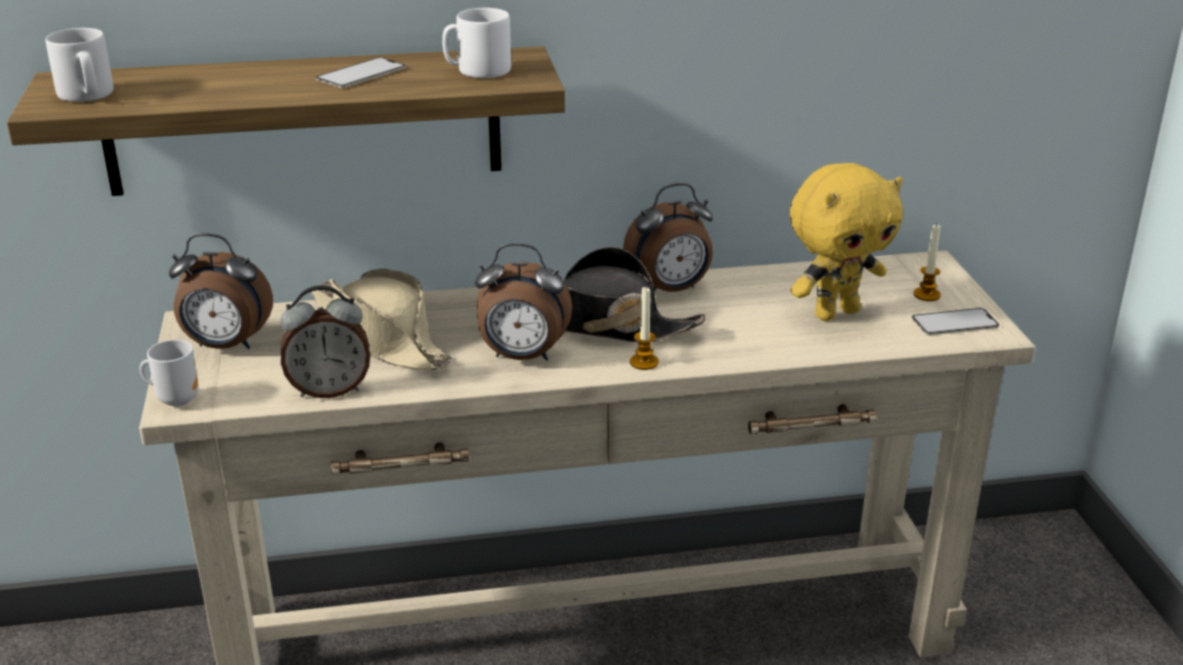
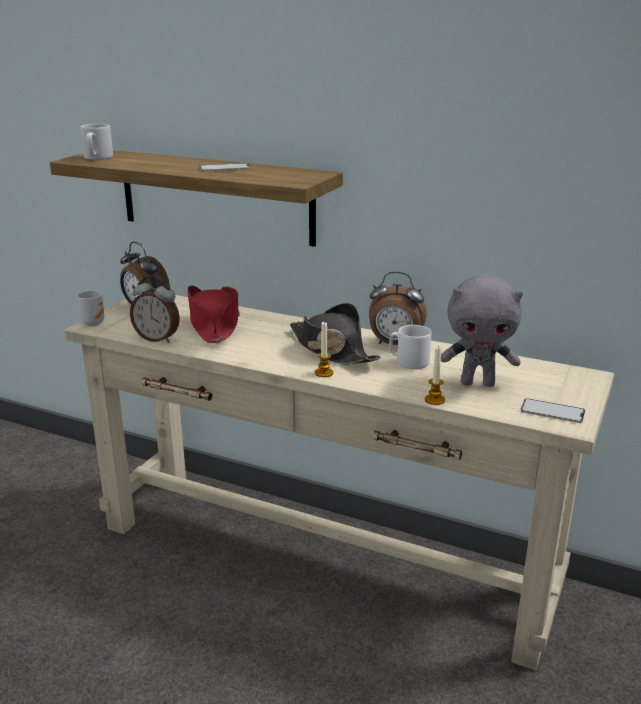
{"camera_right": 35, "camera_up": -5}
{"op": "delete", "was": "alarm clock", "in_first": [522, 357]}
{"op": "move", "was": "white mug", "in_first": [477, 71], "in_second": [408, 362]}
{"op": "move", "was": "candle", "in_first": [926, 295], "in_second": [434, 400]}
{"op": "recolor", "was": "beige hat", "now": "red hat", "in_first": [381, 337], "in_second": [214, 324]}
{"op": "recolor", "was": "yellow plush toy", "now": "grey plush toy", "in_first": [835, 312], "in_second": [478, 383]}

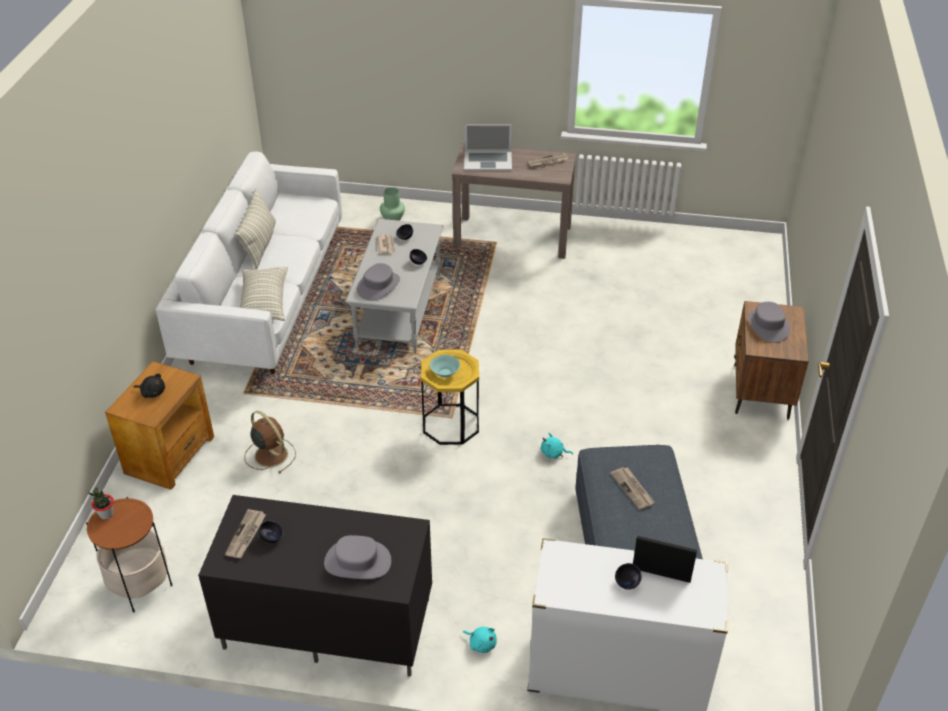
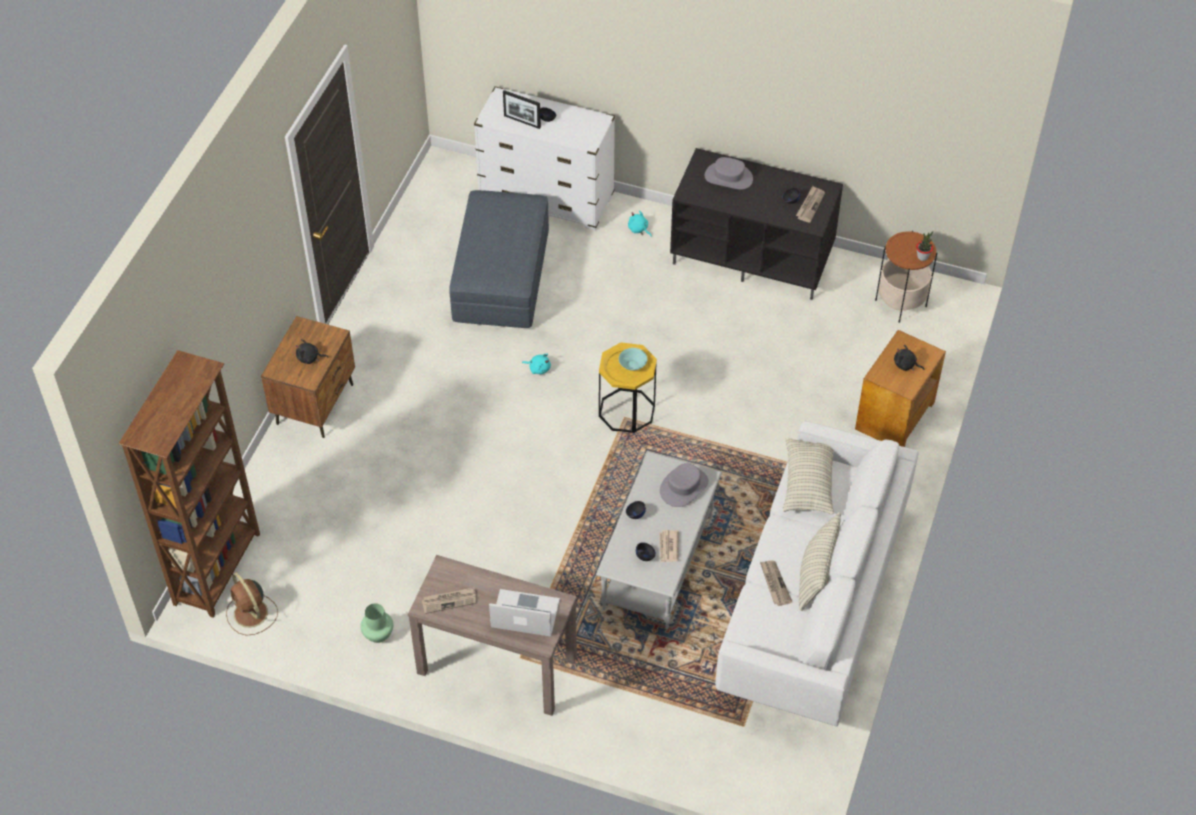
{"camera_right": -170, "camera_up": 10}
{"op": "insert", "now": "brown bookcase", "in_second": [218, 568]}
{"op": "move", "was": "brown fan", "in_first": [270, 454], "in_second": [251, 614]}
{"op": "move", "was": "green vase", "in_first": [392, 219], "in_second": [378, 635]}
{"op": "move", "was": "newspaper", "in_first": [633, 489], "in_second": [774, 583]}
{"op": "replace", "was": "grey hat", "now": "black plush toy", "in_first": [767, 325], "in_second": [309, 358]}

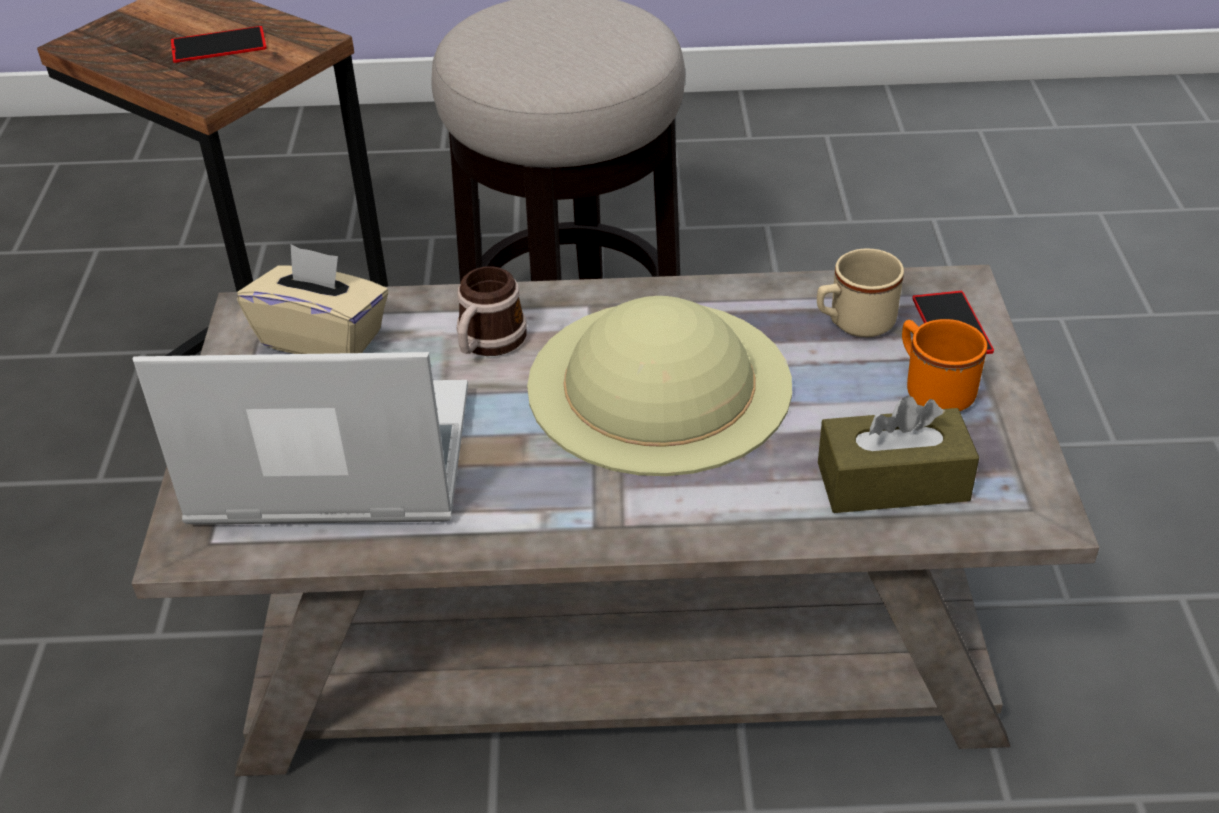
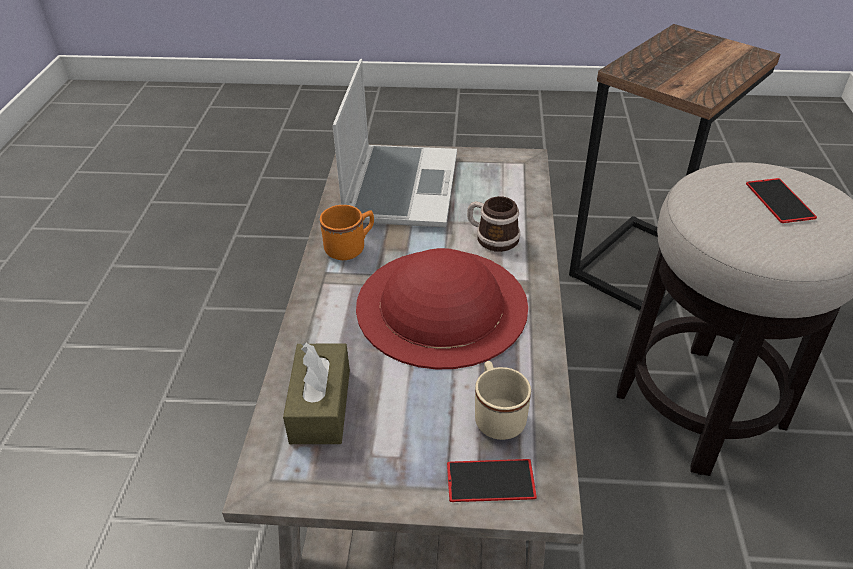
{"camera_right": 95, "camera_up": 0}
{"op": "delete", "was": "beige tissue box", "in_first": [323, 338]}
{"op": "move", "was": "phone", "in_first": [218, 45], "in_second": [779, 200]}
{"op": "move", "was": "orange mug", "in_first": [932, 389], "in_second": [350, 247]}
{"op": "recolor", "was": "beige hat", "now": "red hat", "in_first": [659, 384], "in_second": [441, 305]}

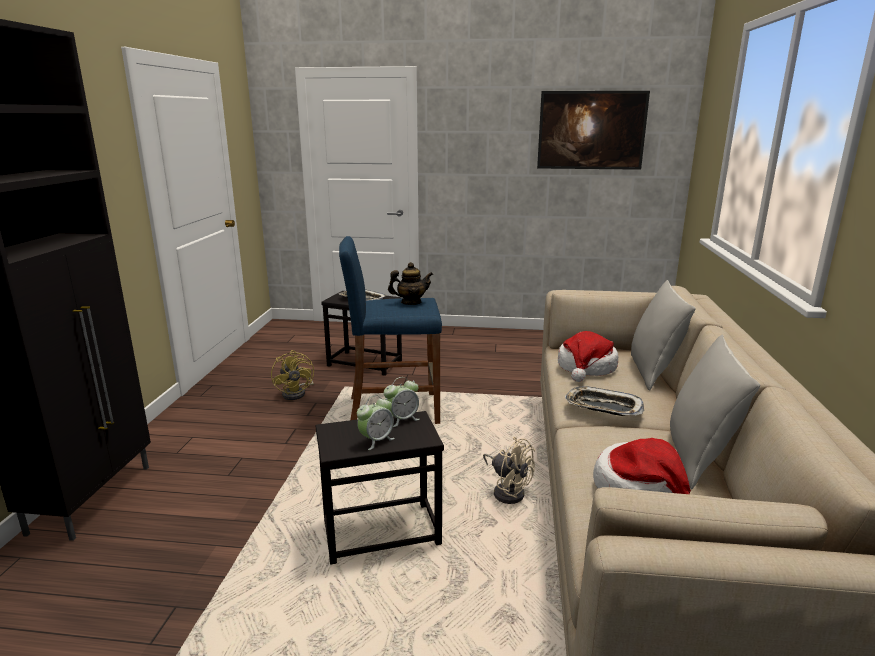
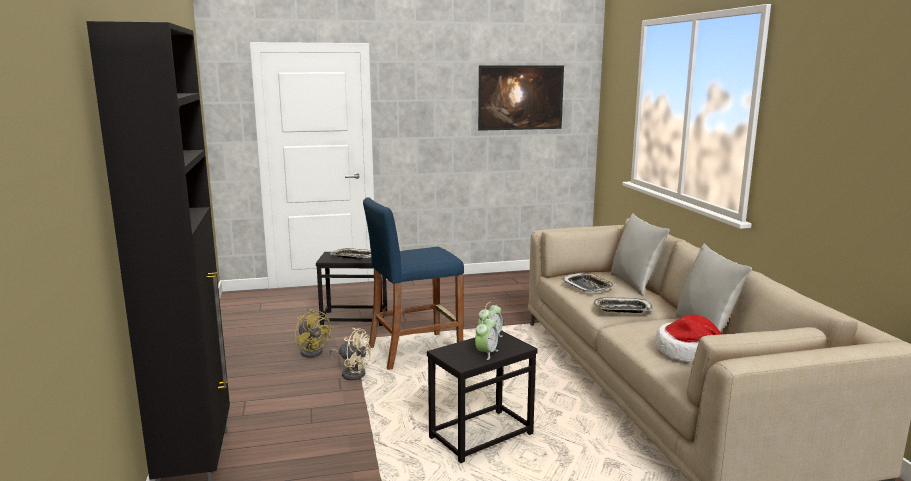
{"camera_right": -20, "camera_up": -5}
{"op": "delete", "was": "teapot", "in_first": [411, 302]}
{"op": "move", "was": "beige fan", "in_first": [507, 491], "in_second": [352, 373]}
{"op": "replace", "was": "hat", "now": "tray", "in_first": [586, 368], "in_second": [587, 286]}

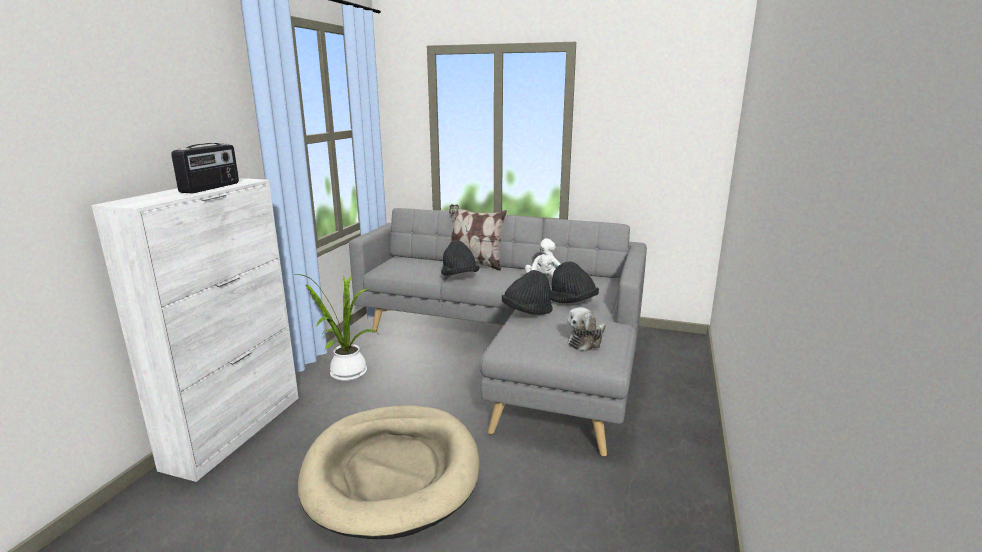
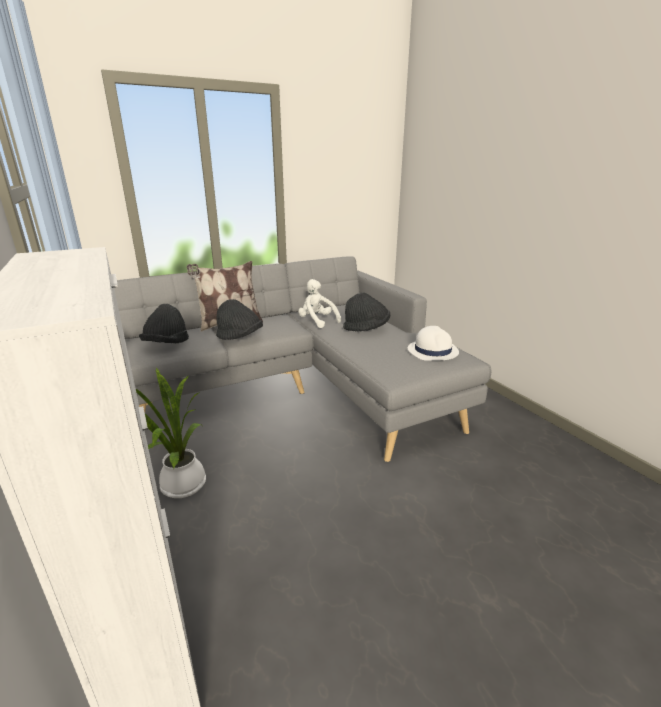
{"camera_right": -45, "camera_up": 5}
{"op": "delete", "was": "radio", "in_first": [211, 188]}
{"op": "delete", "was": "beige dog bed", "in_first": [392, 472]}
{"op": "move", "was": "black hat", "in_first": [527, 312], "in_second": [166, 344]}
{"op": "replace", "was": "plush toy", "now": "white hat", "in_first": [586, 341], "in_second": [432, 351]}

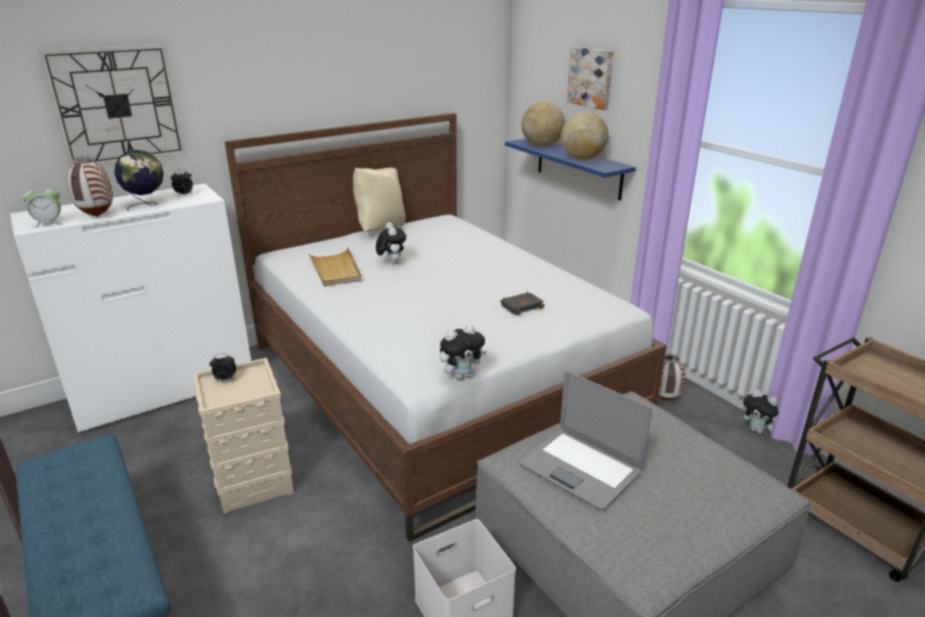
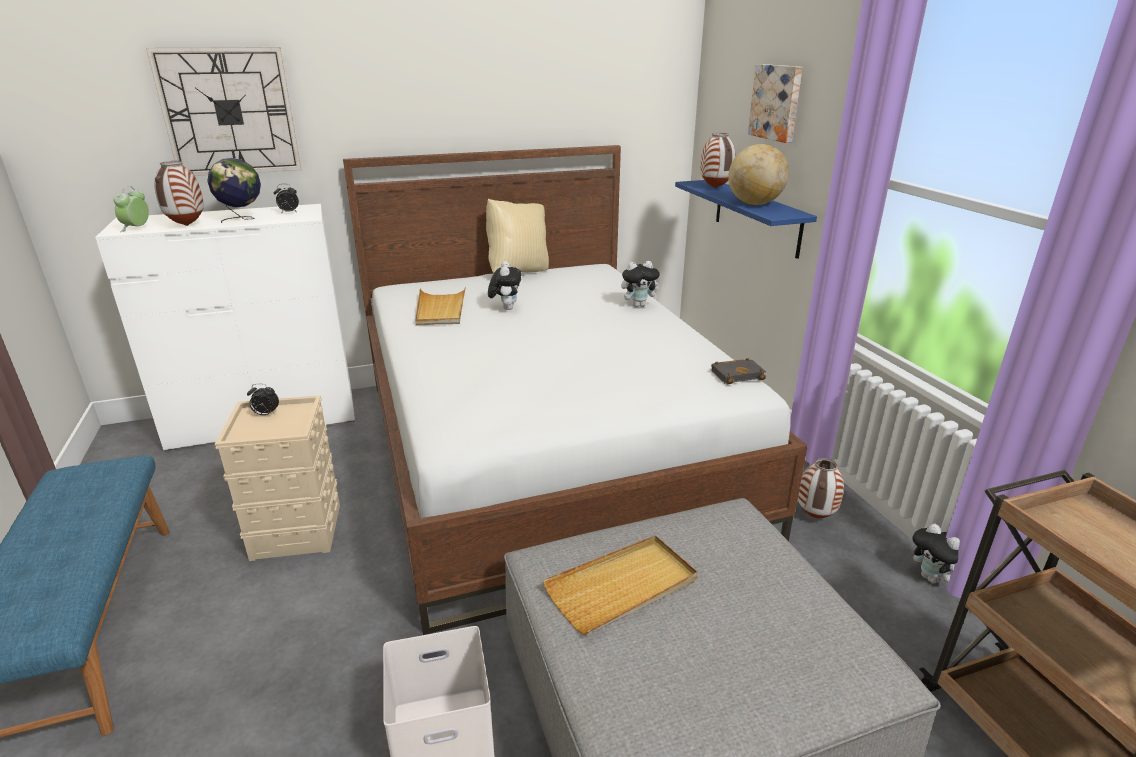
{"camera_right": 15, "camera_up": 0}
{"op": "move", "was": "plush toy", "in_first": [461, 375], "in_second": [639, 305]}
{"op": "move", "was": "black book", "in_first": [522, 306], "in_second": [737, 374]}
{"op": "replace", "was": "laptop", "now": "beige tray", "in_first": [580, 468], "in_second": [622, 587]}
{"op": "replace", "was": "globe", "now": "vase", "in_first": [542, 146], "in_second": [715, 188]}
{"op": "rotate", "was": "alarm clock", "in_first": [49, 223], "in_second": [137, 228], "clockwise": 105}

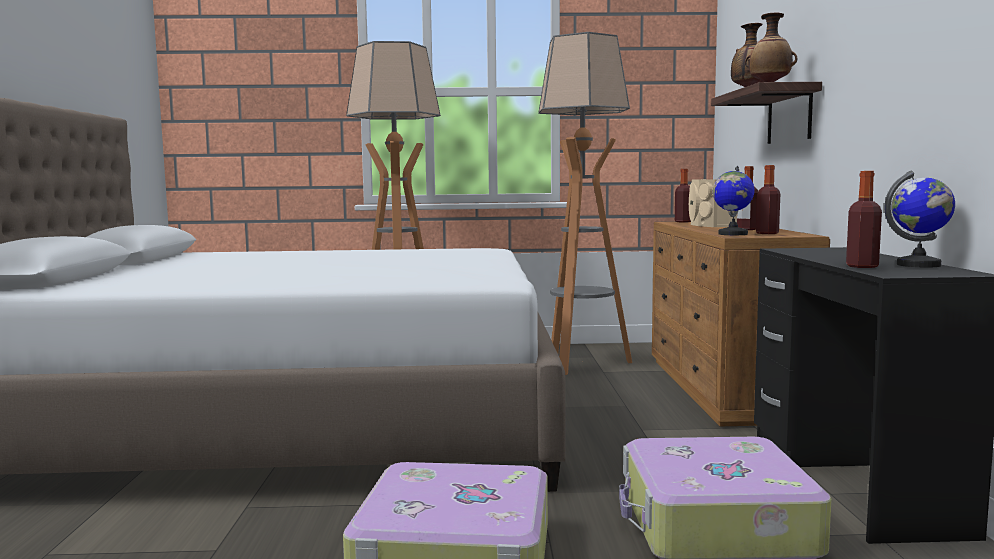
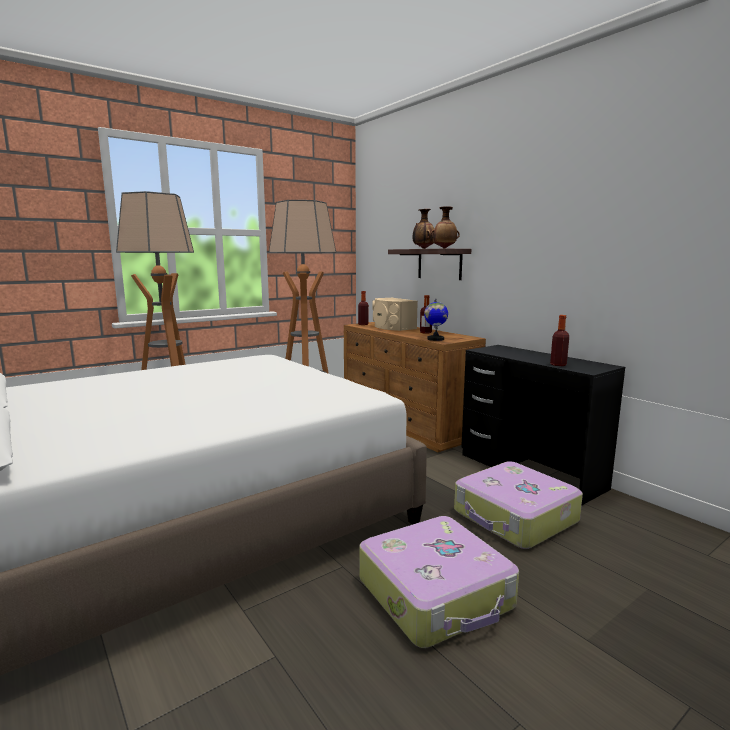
{"camera_right": -35, "camera_up": 5}
{"op": "delete", "was": "bottle", "in_first": [767, 233]}
{"op": "delete", "was": "globe", "in_first": [919, 265]}

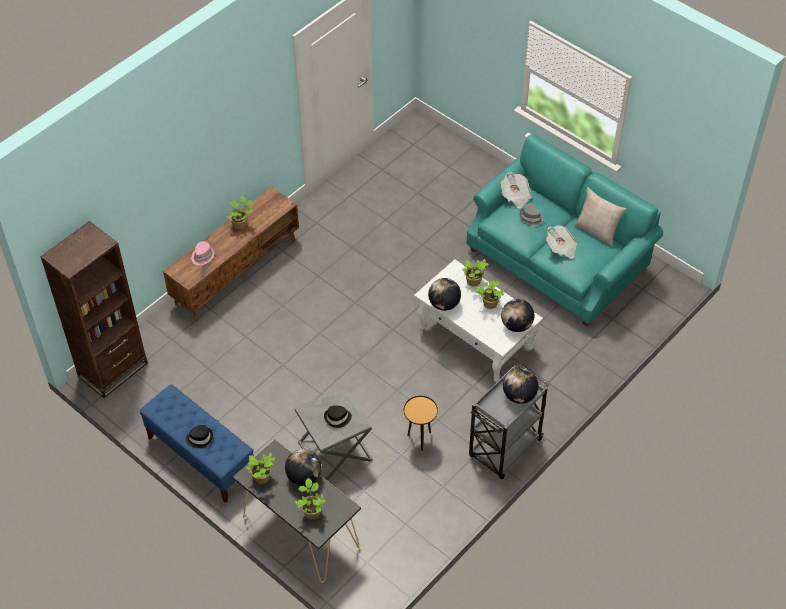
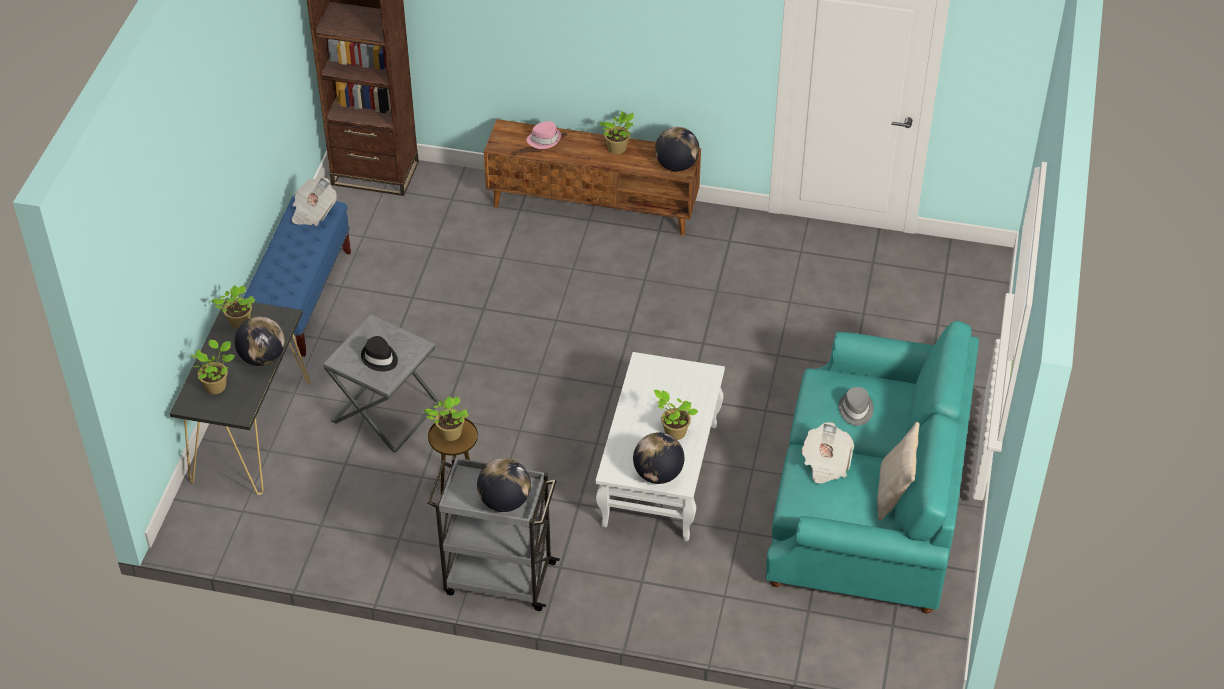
{"camera_right": 60, "camera_up": -5}
{"op": "delete", "was": "black hat", "in_first": [199, 438]}
{"op": "move", "was": "globe", "in_first": [444, 304], "in_second": [676, 165]}
{"op": "move", "was": "potted plant", "in_first": [474, 282], "in_second": [449, 434]}
{"op": "move", "was": "newspaper", "in_first": [515, 196], "in_second": [313, 212]}

